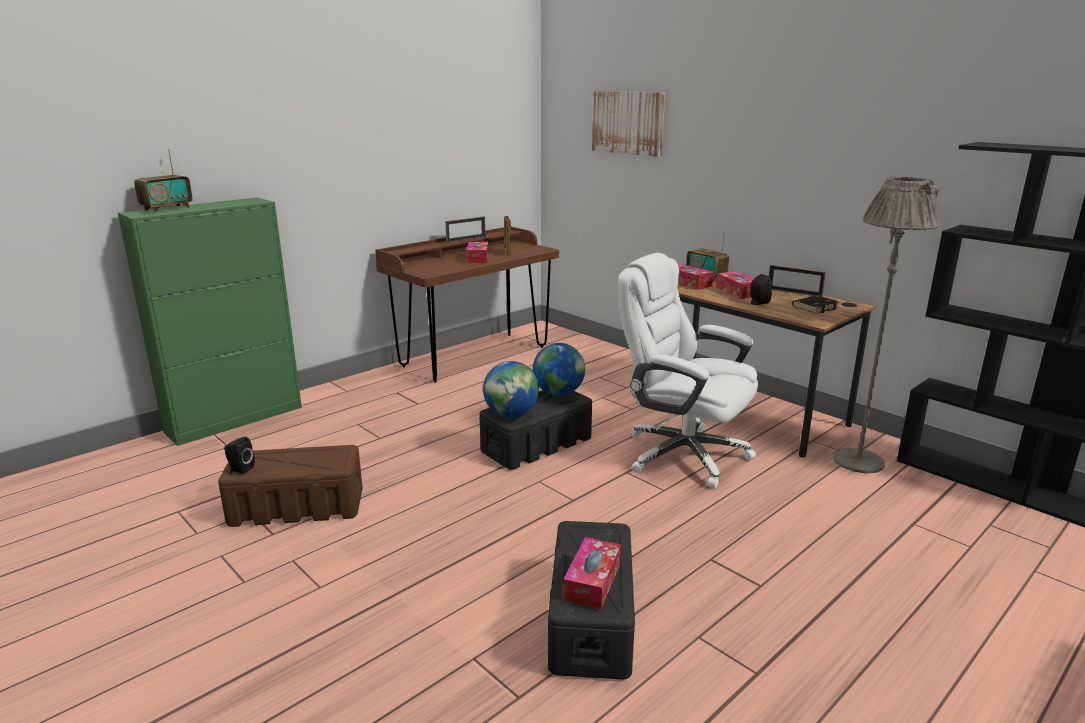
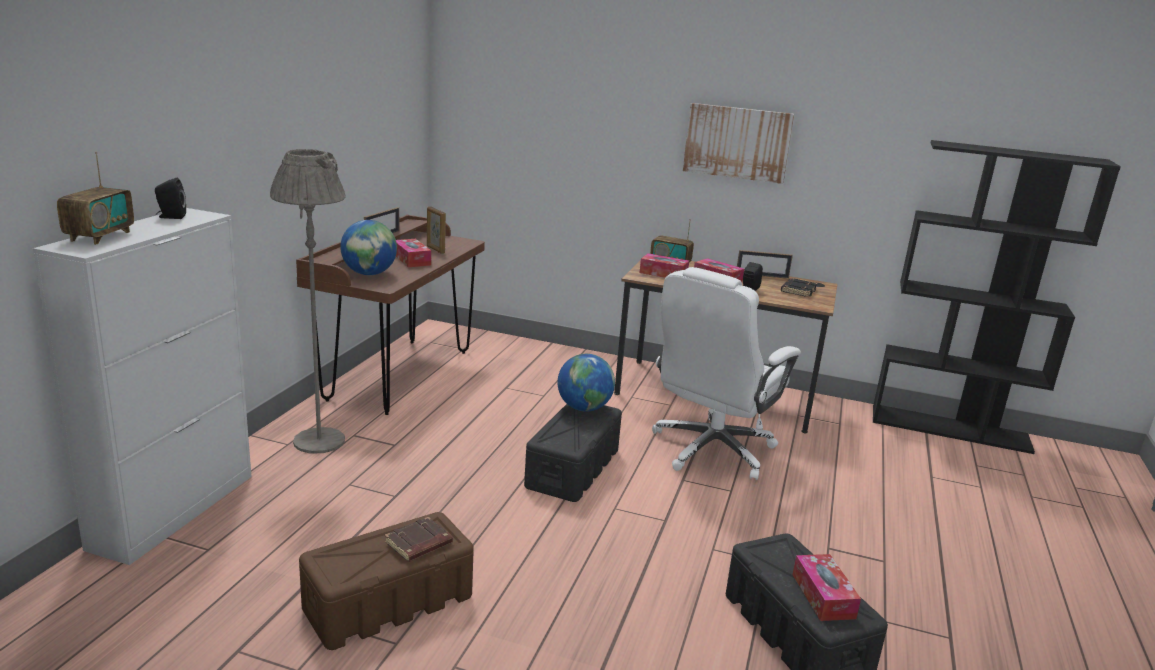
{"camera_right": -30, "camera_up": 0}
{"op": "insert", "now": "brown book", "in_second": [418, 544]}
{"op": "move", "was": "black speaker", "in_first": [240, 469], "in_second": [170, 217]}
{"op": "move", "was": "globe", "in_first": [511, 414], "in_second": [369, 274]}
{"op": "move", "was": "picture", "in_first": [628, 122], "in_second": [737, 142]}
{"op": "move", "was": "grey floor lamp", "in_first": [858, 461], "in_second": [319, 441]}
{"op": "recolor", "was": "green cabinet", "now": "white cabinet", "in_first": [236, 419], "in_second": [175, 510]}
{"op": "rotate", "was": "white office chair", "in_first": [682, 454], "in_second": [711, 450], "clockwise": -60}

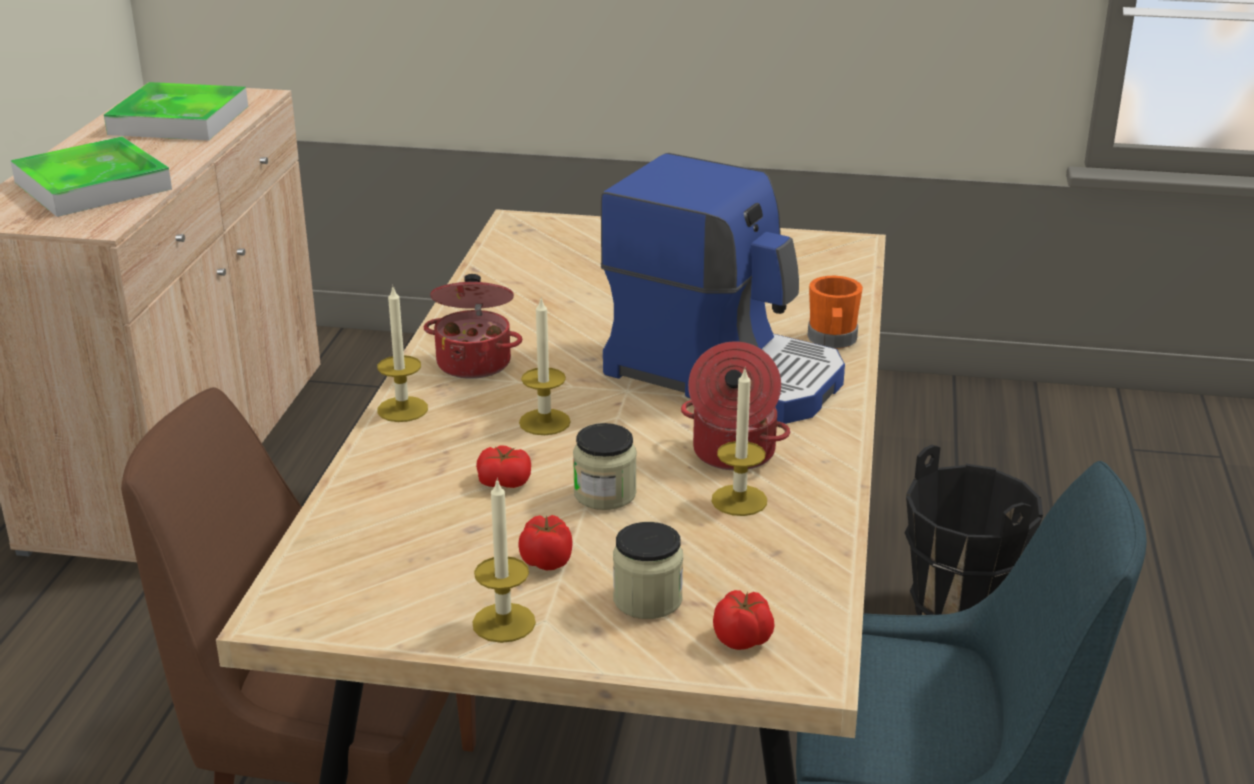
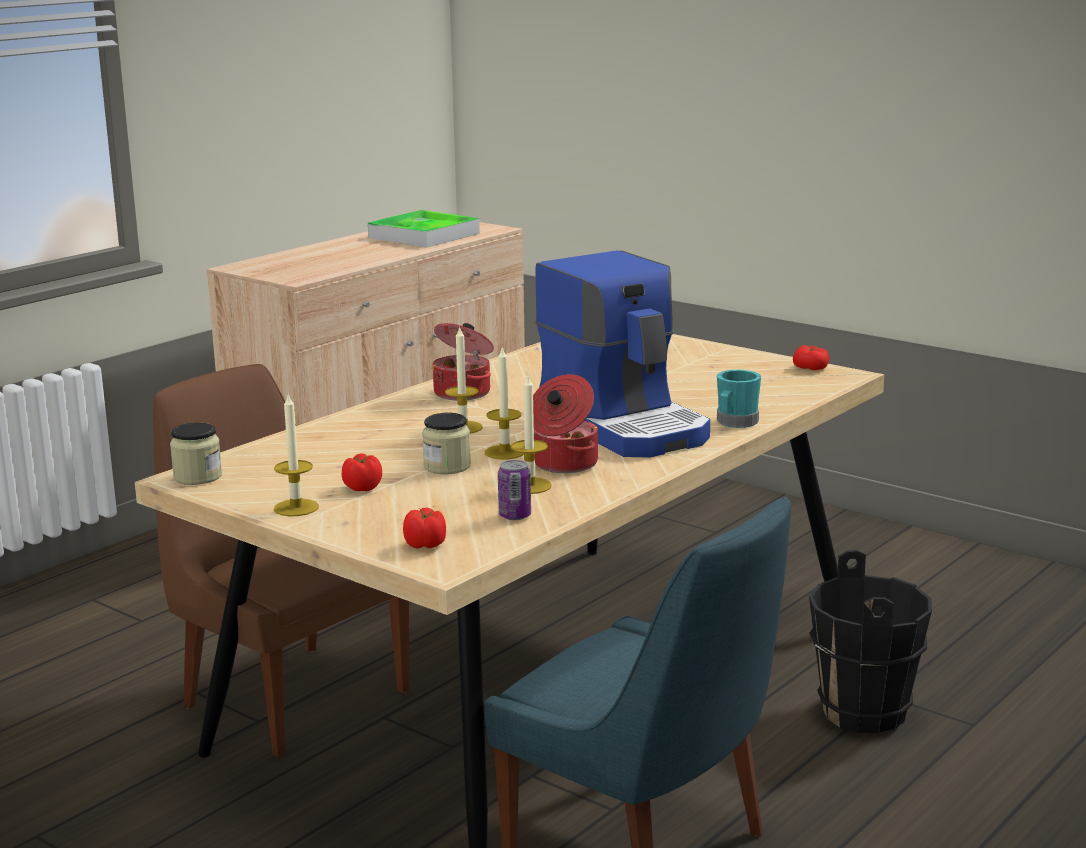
{"camera_right": 30, "camera_up": -10}
{"op": "delete", "was": "tray", "in_first": [92, 185]}
{"op": "insert", "now": "can", "in_second": [515, 516]}
{"op": "move", "was": "candle", "in_first": [402, 409], "in_second": [504, 452]}
{"op": "move", "was": "tomato", "in_first": [504, 481], "in_second": [810, 368]}
{"op": "move", "was": "jar", "in_first": [647, 599], "in_second": [197, 477]}
{"op": "recolor", "was": "orange mug", "now": "turquoise mug", "in_first": [832, 341], "in_second": [735, 423]}

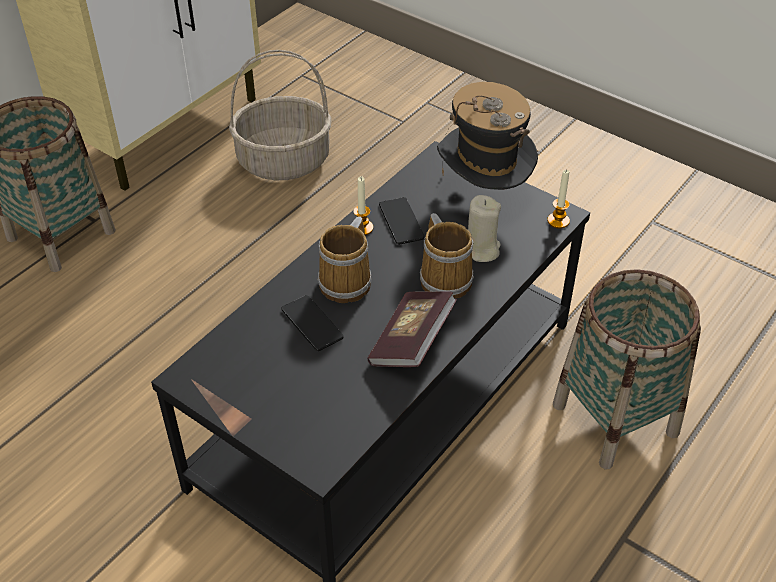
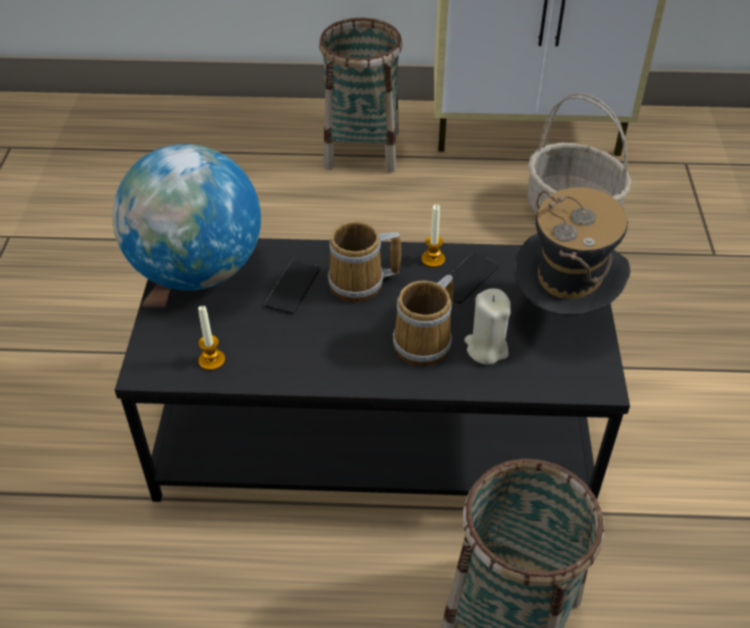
{"camera_right": 55, "camera_up": 0}
{"op": "delete", "was": "book", "in_first": [411, 342]}
{"op": "insert", "now": "globe", "in_second": [197, 270]}
{"op": "move", "was": "candle", "in_first": [558, 221], "in_second": [212, 360]}

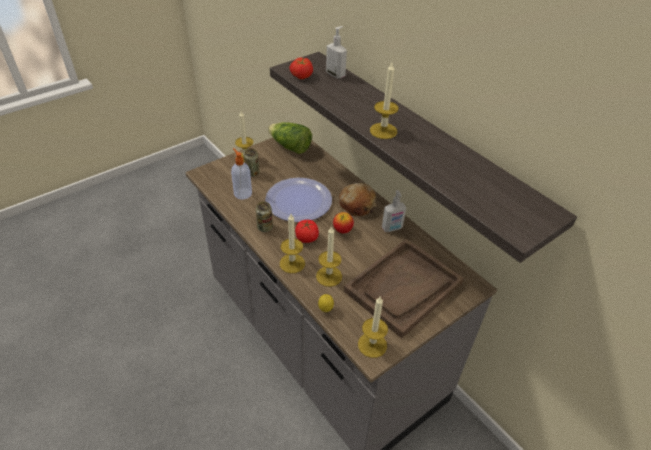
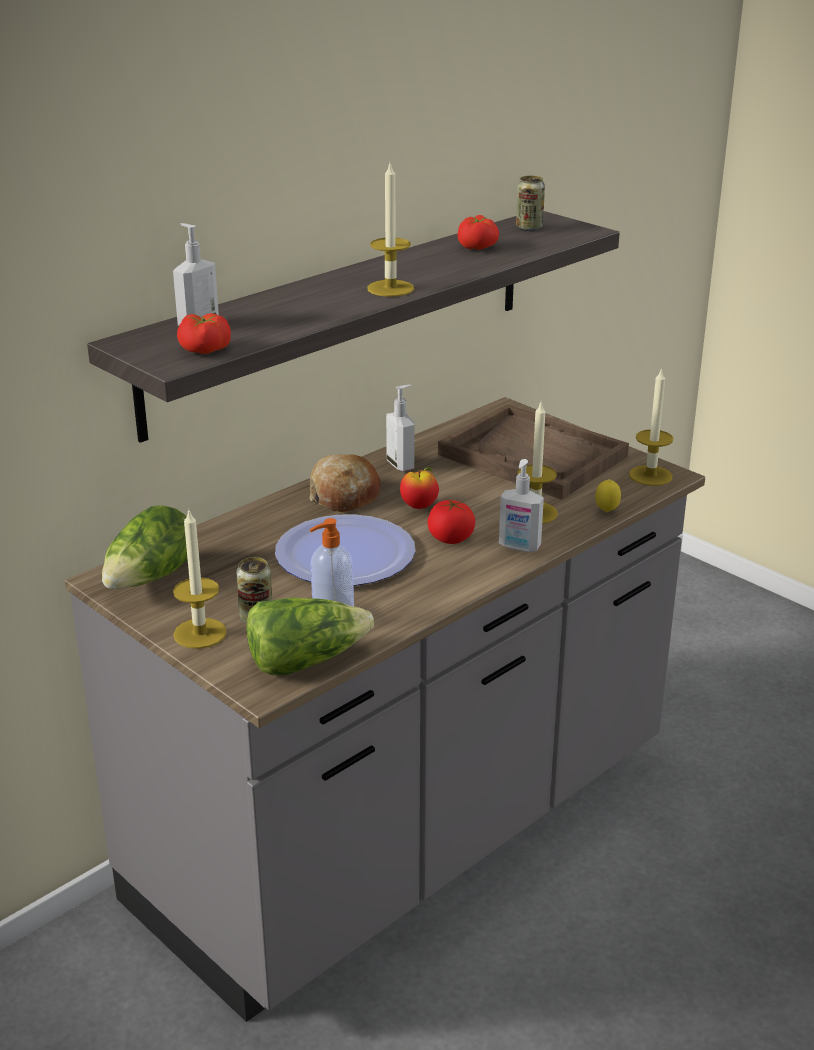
{"camera_right": -95, "camera_up": -15}
{"op": "insert", "now": "lettuce", "in_second": [305, 661]}
{"op": "insert", "now": "tomato", "in_second": [478, 247]}
{"op": "move", "was": "can", "in_first": [265, 227], "in_second": [529, 228]}
{"op": "replace", "was": "candle", "now": "soap dispenser", "in_first": [292, 263], "in_second": [519, 547]}

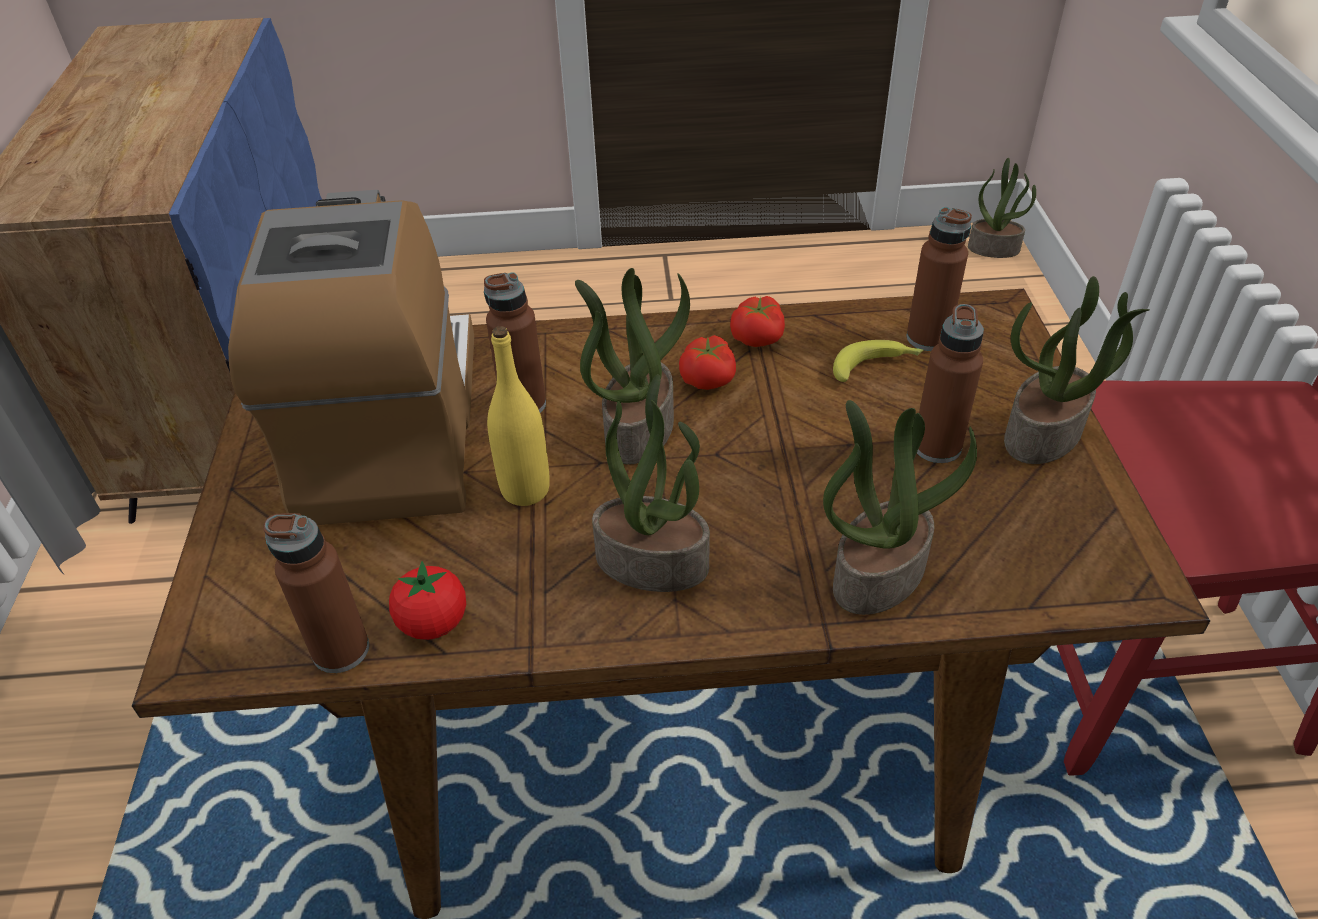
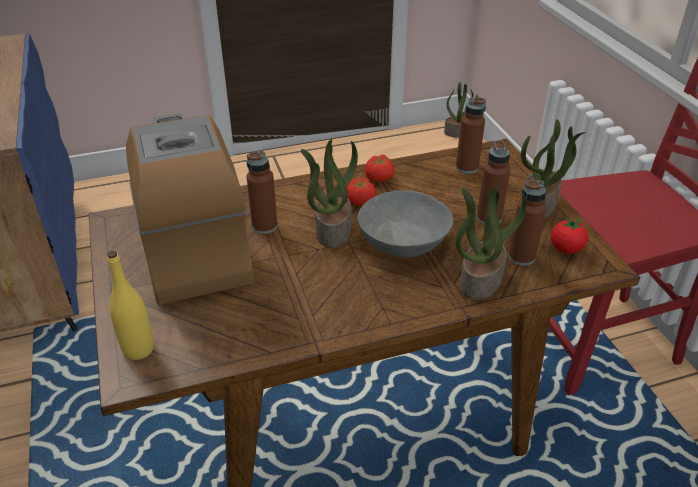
{"camera_right": -15, "camera_up": -5}
{"op": "delete", "was": "potted plant", "in_first": [654, 561]}
{"op": "delete", "was": "banana", "in_first": [876, 367]}
{"op": "insert", "now": "grey bowl", "in_second": [404, 244]}
{"op": "move", "was": "brown bottle", "in_first": [341, 650], "in_second": [521, 257]}
{"op": "move", "was": "tomato", "in_first": [433, 623], "in_second": [566, 249]}
{"op": "move", "was": "yellow bottle", "in_first": [525, 490], "in_second": [138, 349]}

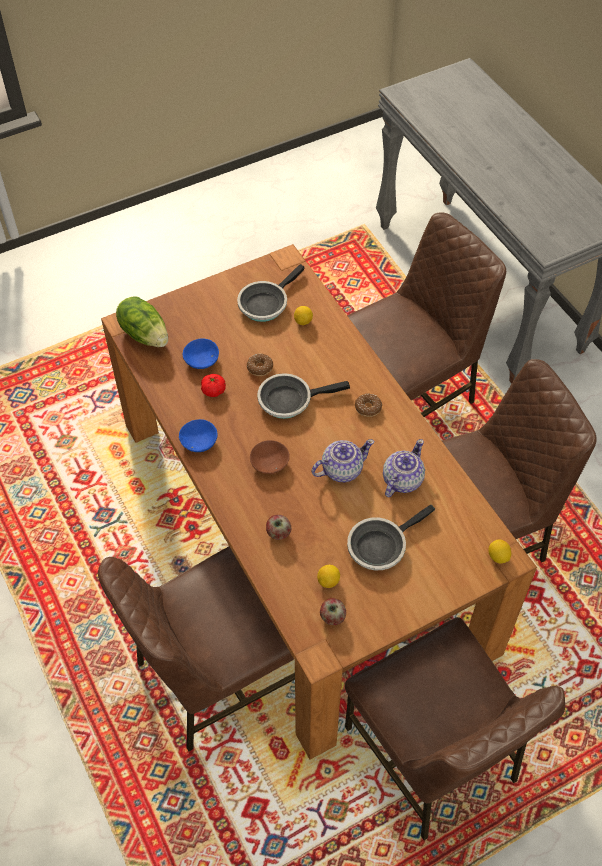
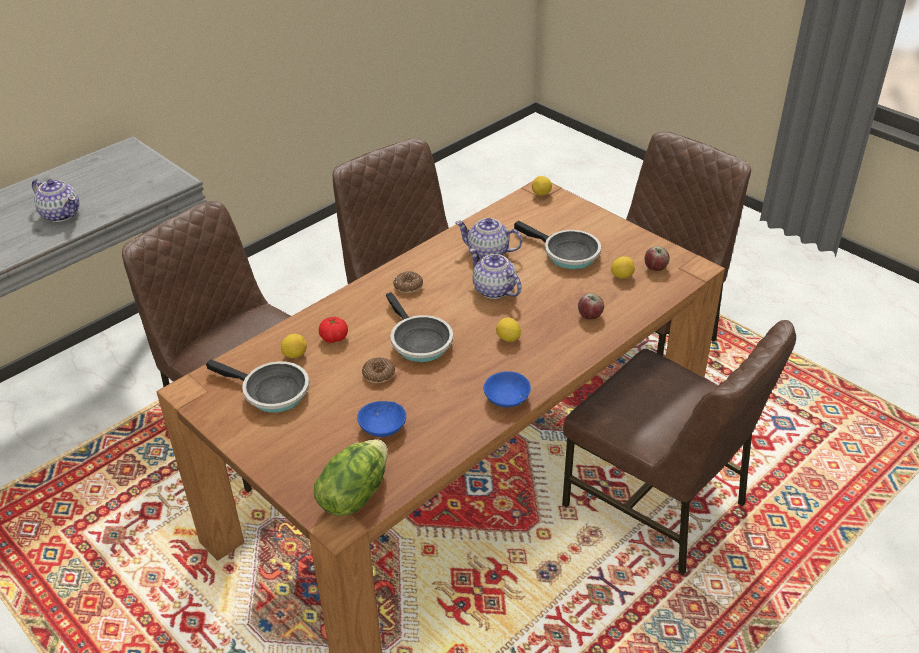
{"camera_right": -105, "camera_up": -15}
{"op": "insert", "now": "teapot", "in_second": [61, 214]}
{"op": "move", "was": "tomato", "in_first": [213, 391], "in_second": [334, 338]}
{"op": "replace", "was": "brown bowl", "now": "lemon", "in_first": [270, 462], "in_second": [508, 339]}

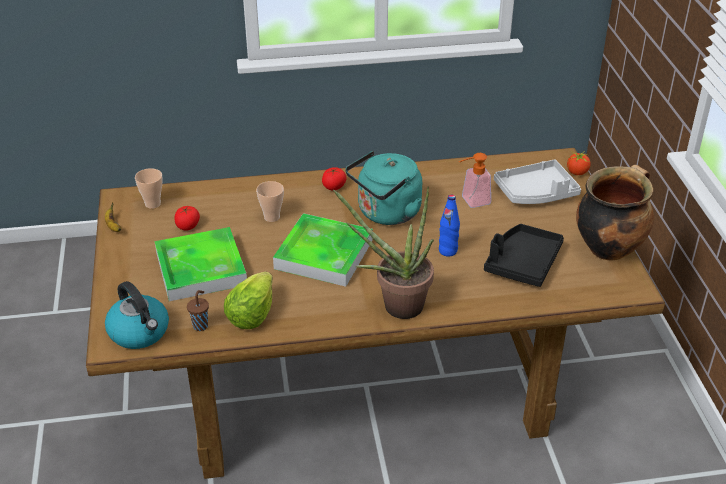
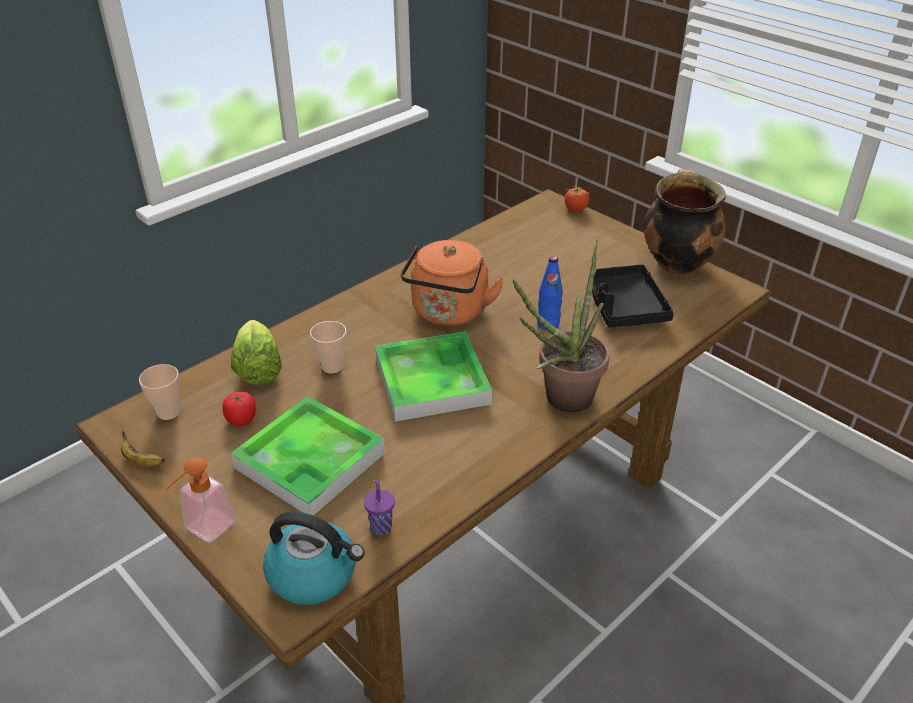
{"camera_right": -35, "camera_up": 0}
{"op": "delete", "was": "tomato", "in_first": [334, 187]}
{"op": "delete", "was": "grey tray", "in_first": [536, 193]}
{"op": "move", "was": "lettuce", "in_first": [251, 315], "in_second": [258, 370]}
{"op": "move", "was": "soap dispenser", "in_first": [471, 201], "in_second": [204, 530]}
{"op": "recolor", "was": "brown cup", "now": "purple cup", "in_first": [201, 325], "in_second": [381, 526]}
{"op": "recolor", "was": "turquoise kettle", "now": "orange kettle", "in_first": [386, 213], "in_second": [449, 313]}

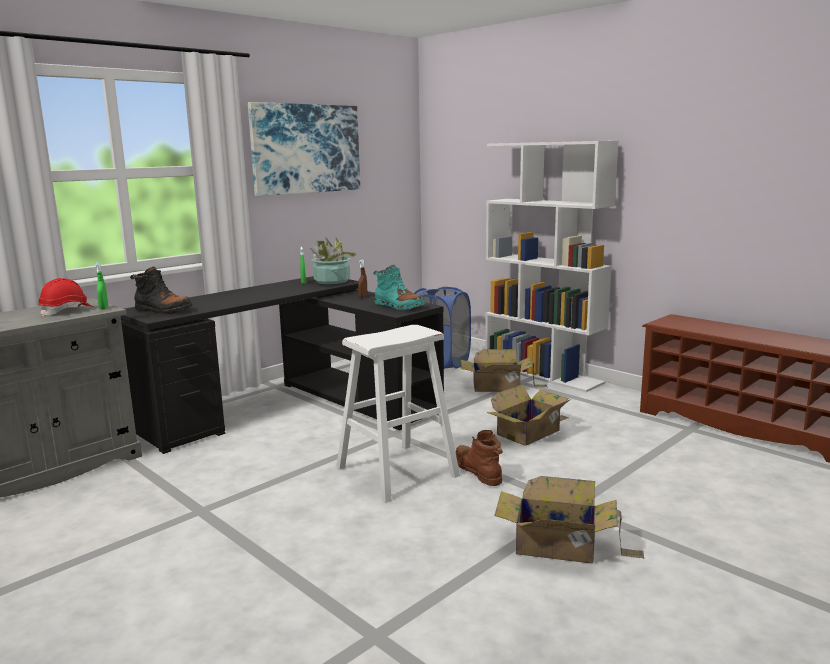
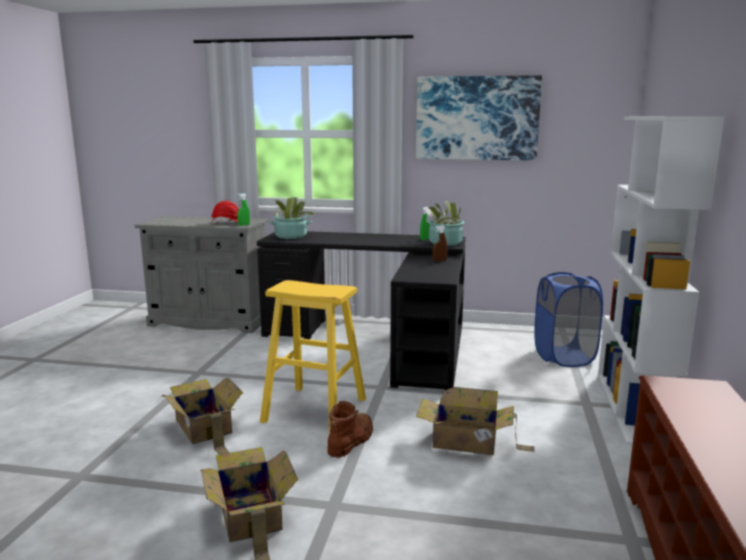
{"camera_right": 55, "camera_up": 0}
{"op": "delete", "was": "turquoise boot", "in_first": [398, 306]}
{"op": "move", "was": "cardboard box", "in_first": [498, 387], "in_second": [203, 428]}
{"op": "replace", "was": "black boot", "now": "potted plant", "in_first": [163, 310], "in_second": [291, 236]}
{"op": "recolor", "was": "white stool", "now": "yellow stool", "in_first": [396, 471], "in_second": [314, 410]}

